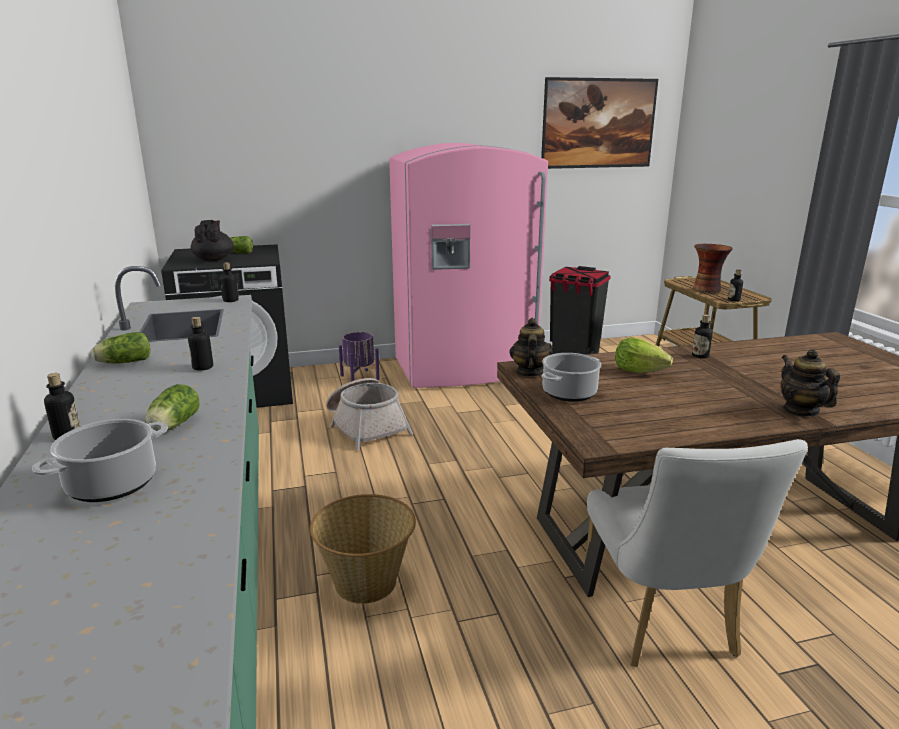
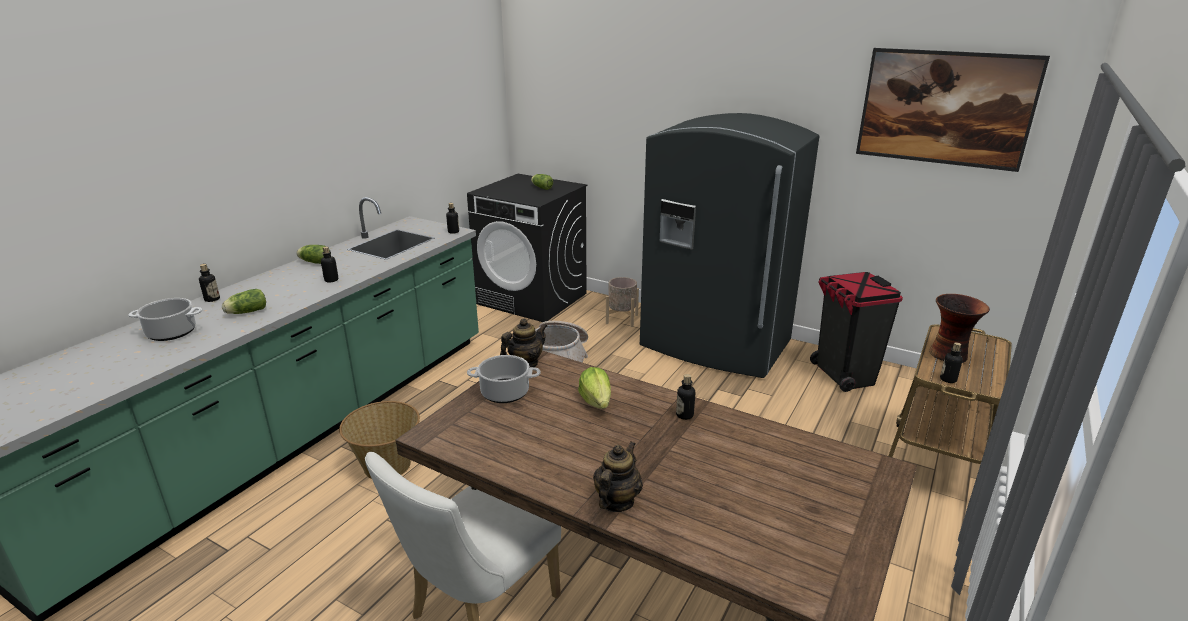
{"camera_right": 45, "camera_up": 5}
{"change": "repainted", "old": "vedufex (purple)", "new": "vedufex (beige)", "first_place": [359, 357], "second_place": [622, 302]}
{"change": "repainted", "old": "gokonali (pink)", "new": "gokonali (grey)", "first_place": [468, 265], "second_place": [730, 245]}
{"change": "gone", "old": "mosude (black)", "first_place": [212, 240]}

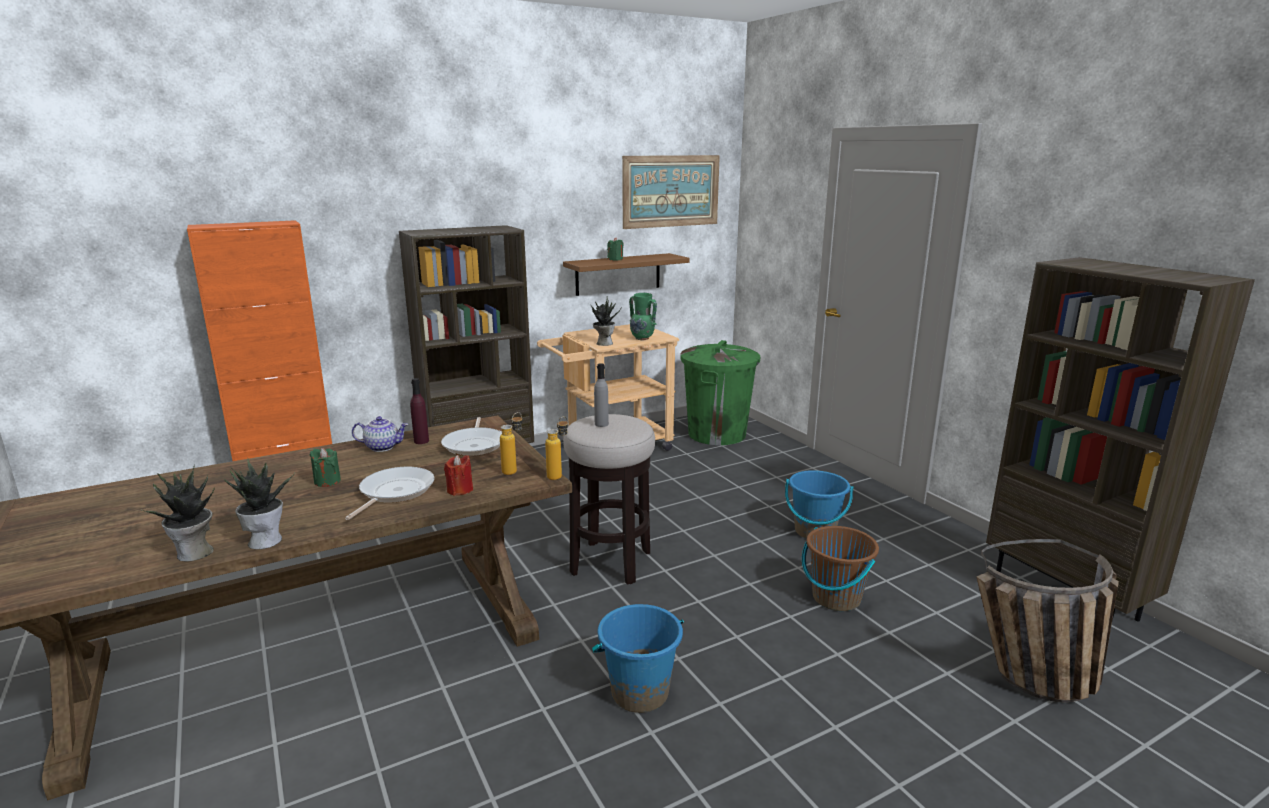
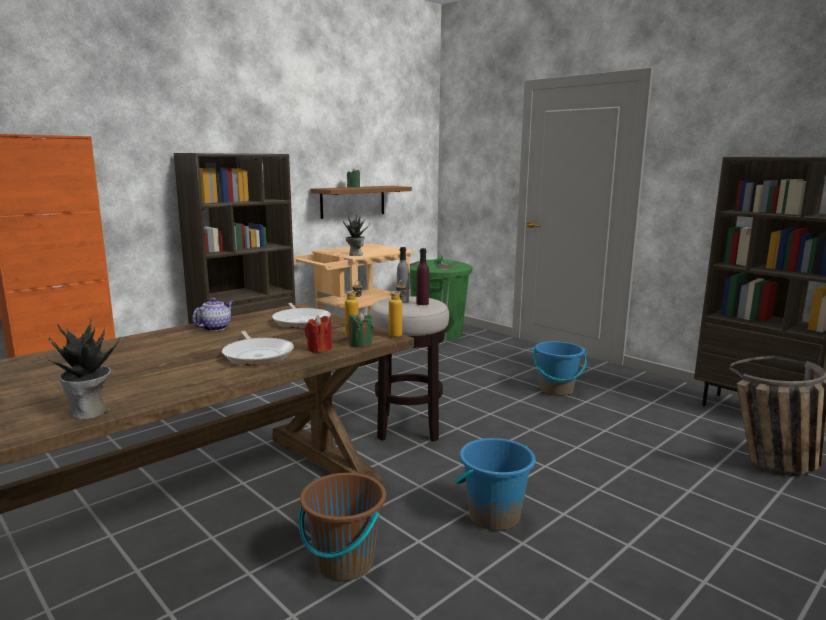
{"camera_right": -15, "camera_up": -5}
{"change": "rotated", "old": "mosude", "first_place": [380, 434], "second_place": [212, 314], "degrees": -45}
{"change": "rotated", "old": "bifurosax", "first_place": [389, 493], "second_place": [258, 348], "degrees": 150}
{"change": "shifted", "old": "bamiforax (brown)", "first_place": [840, 568], "second_place": [342, 527]}
{"change": "shifted", "old": "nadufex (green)", "first_place": [325, 467], "second_place": [361, 330]}
{"change": "shifted", "old": "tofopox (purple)", "first_place": [419, 411], "second_place": [422, 276]}
{"change": "gone", "old": "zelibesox", "first_place": [259, 503]}
{"change": "gone", "old": "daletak", "first_place": [671, 192]}
{"change": "gone", "old": "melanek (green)", "first_place": [643, 317]}

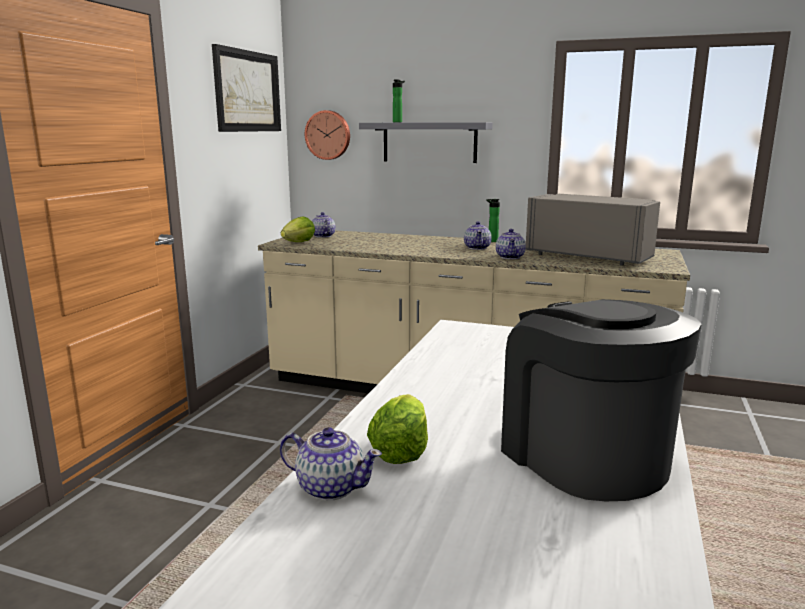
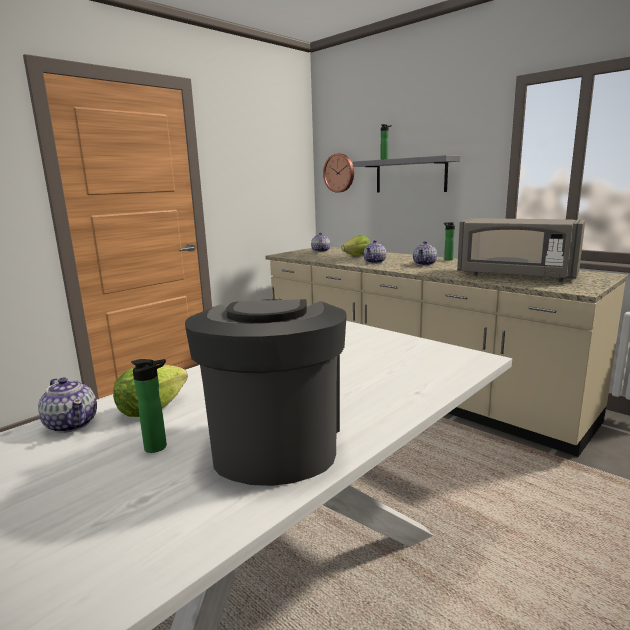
{"camera_right": 25, "camera_up": 0}
{"change": "new", "new": "tofopox", "second_place": [149, 406]}
{"change": "shifted", "old": "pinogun", "first_place": [298, 229], "second_place": [356, 245]}
{"change": "shifted", "old": "mosude", "first_place": [511, 244], "second_place": [375, 251]}
{"change": "rotated", "old": "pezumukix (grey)", "first_place": [592, 230], "second_place": [521, 249], "degrees": 150}
{"change": "gone", "old": "daletak", "first_place": [246, 88]}

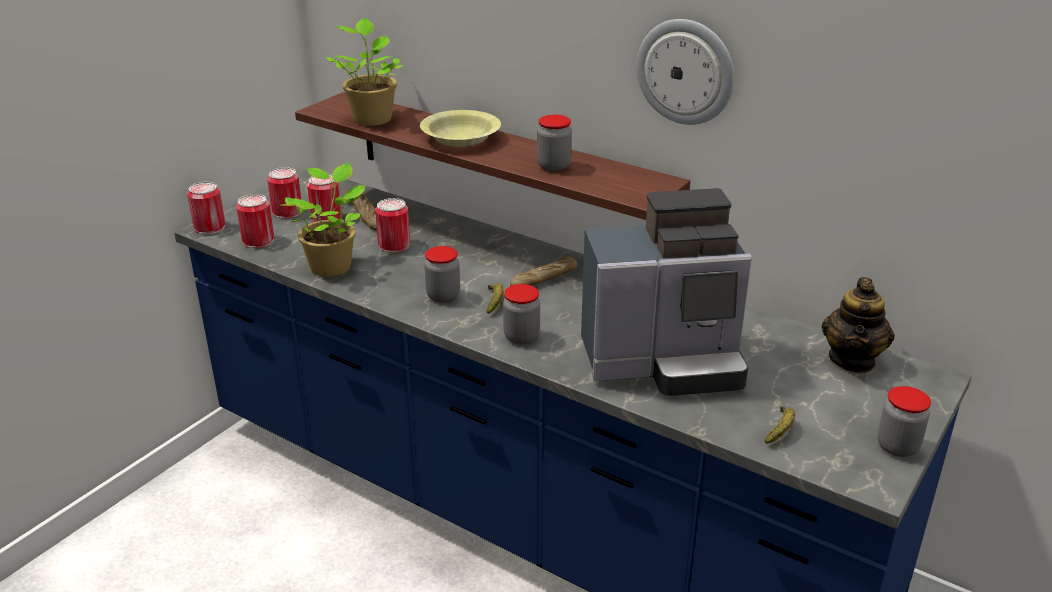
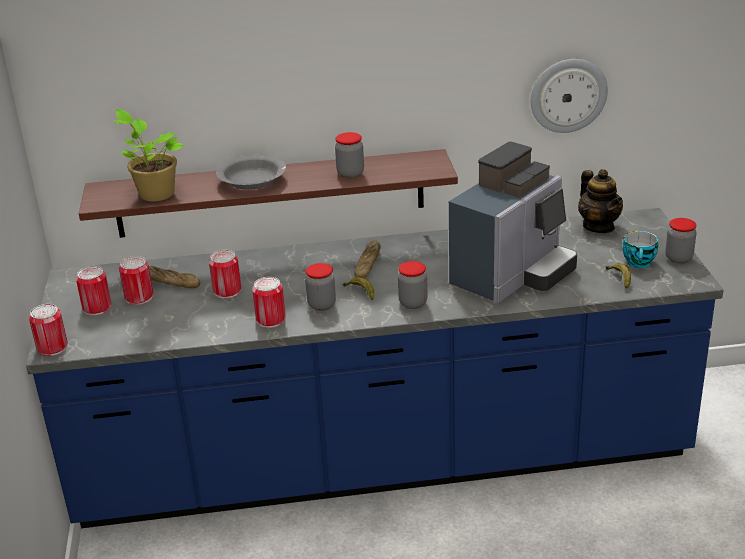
{"camera_right": -40, "camera_up": 0}
{"change": "repainted", "old": "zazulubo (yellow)", "new": "zazulubo (grey)", "first_place": [460, 128], "second_place": [251, 172]}
{"change": "shifted", "old": "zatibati", "first_place": [255, 221], "second_place": [269, 302]}
{"change": "shifted", "old": "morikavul", "first_place": [685, 72], "second_place": [569, 96]}
{"change": "new", "new": "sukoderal", "second_place": [640, 249]}
{"change": "gone", "old": "zelibesox", "first_place": [323, 220]}

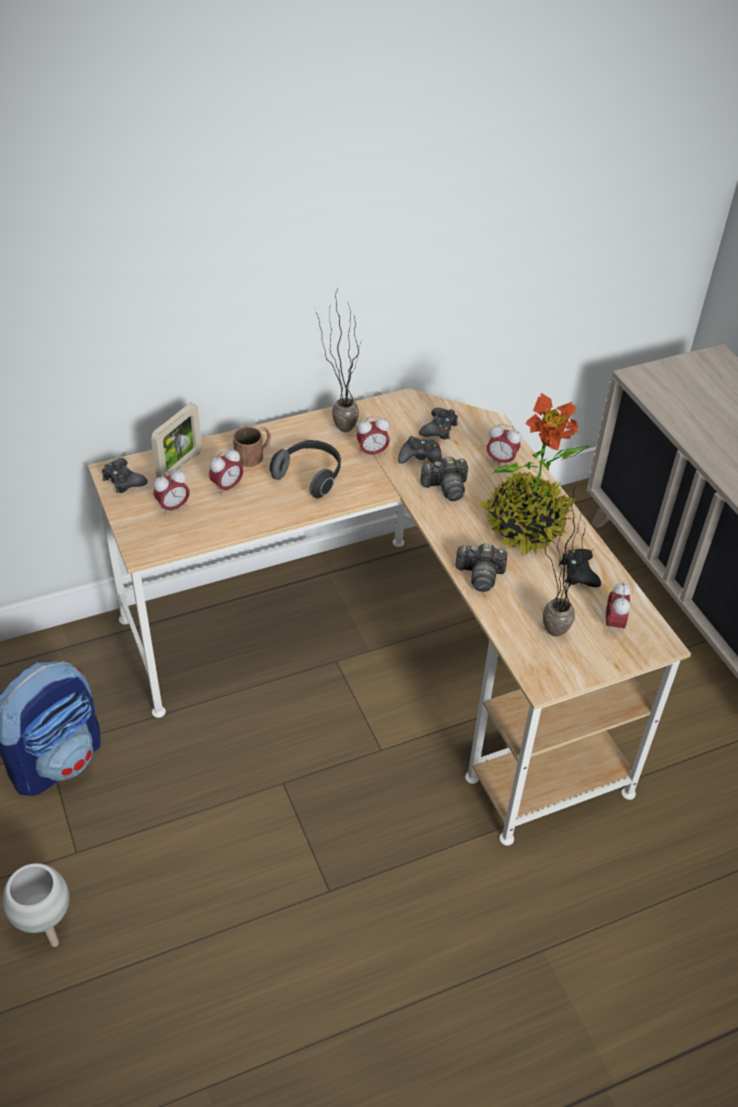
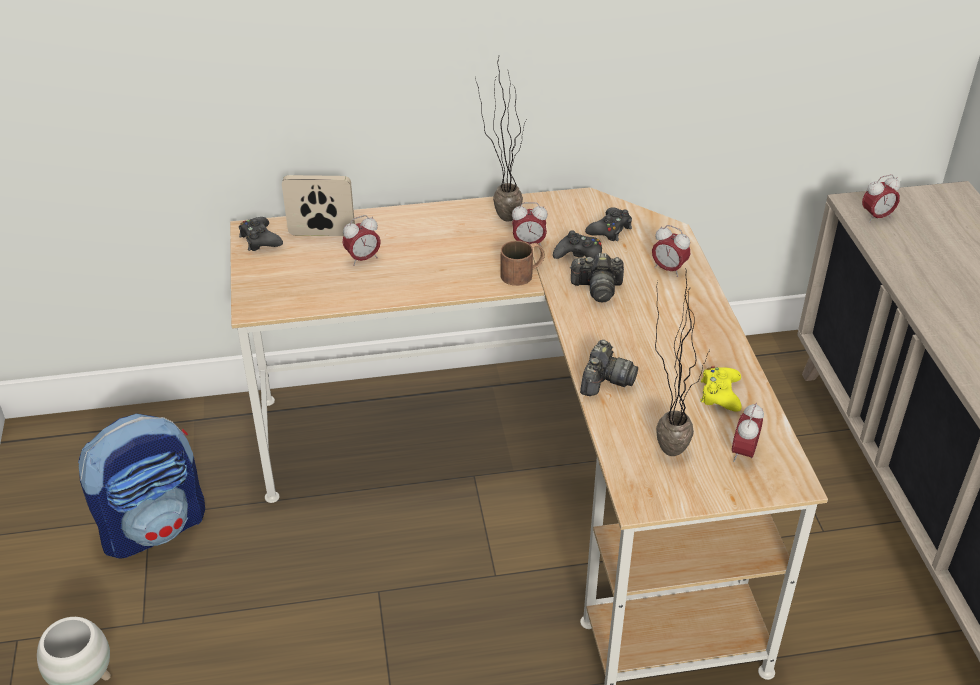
{"camera_right": 15, "camera_up": -5}
{"change": "rotated", "old": "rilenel", "first_place": [176, 440], "second_place": [318, 205], "degrees": -135}
{"change": "shifted", "old": "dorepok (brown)", "first_place": [252, 447], "second_place": [522, 263]}
{"change": "rotated", "old": "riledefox", "first_place": [481, 567], "second_place": [609, 368], "degrees": -90}
{"change": "repainted", "old": "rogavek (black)", "new": "rogavek (yellow)", "first_place": [580, 568], "second_place": [721, 389]}
{"change": "shifted", "old": "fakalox", "first_place": [171, 492], "second_place": [881, 198]}
{"change": "gone", "old": "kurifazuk", "first_place": [305, 469]}
{"change": "gone", "old": "zelibesox", "first_place": [534, 474]}

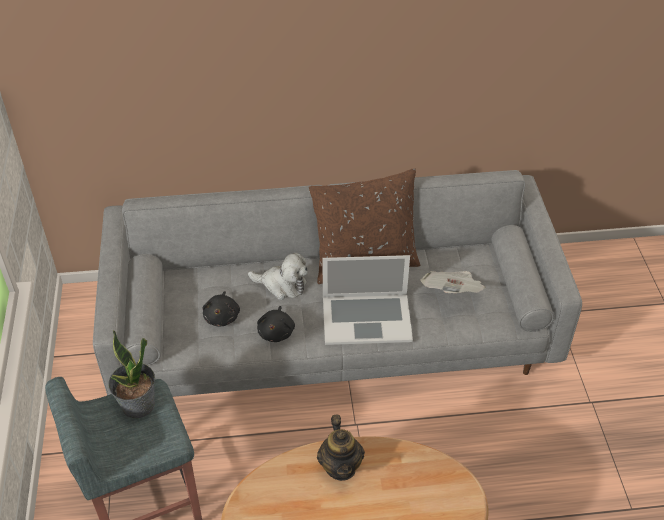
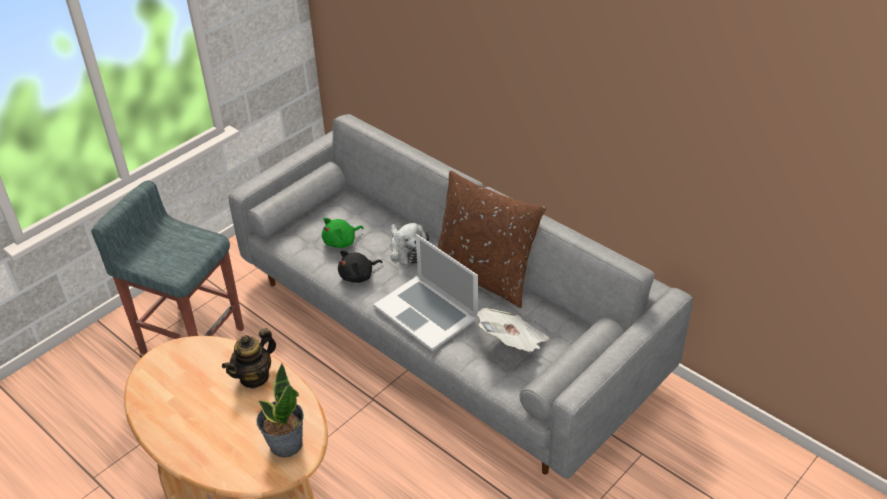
{"camera_right": 50, "camera_up": -5}
{"change": "shifted", "old": "zelibesox", "first_place": [131, 374], "second_place": [280, 409]}
{"change": "repainted", "old": "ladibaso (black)", "new": "ladibaso (green)", "first_place": [221, 308], "second_place": [342, 233]}

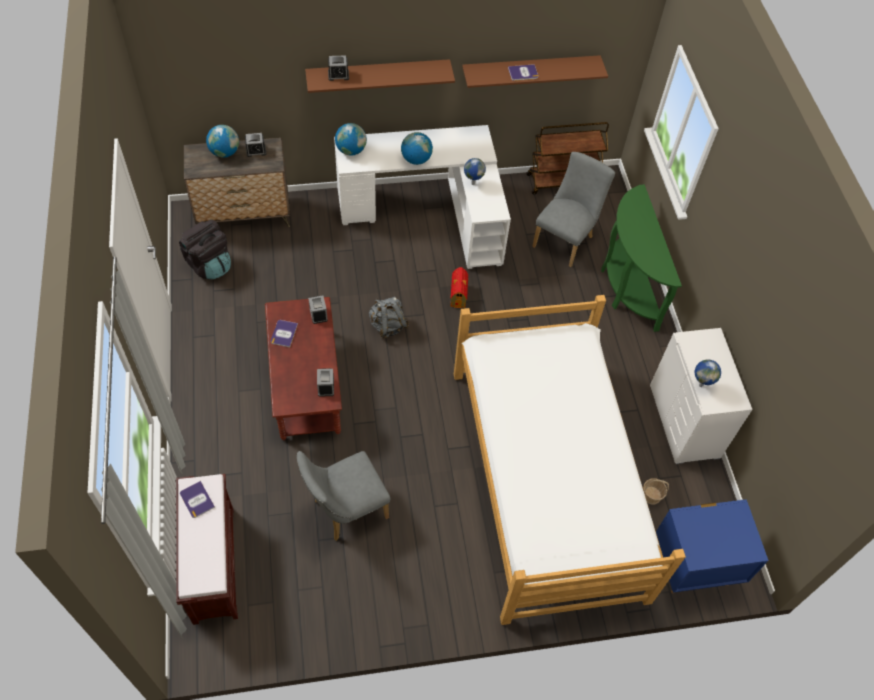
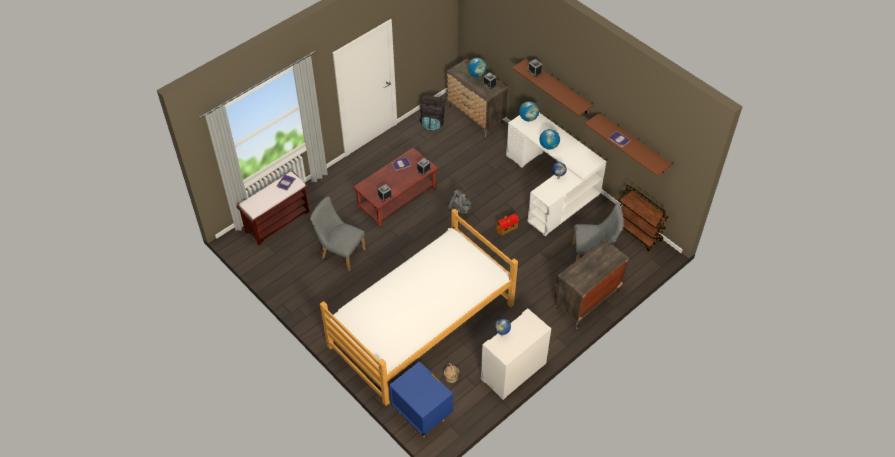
{"camera_right": 60, "camera_up": -5}
{"change": "swapped", "old": "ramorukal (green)", "new": "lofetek", "first_place": [641, 258], "second_place": [591, 283]}

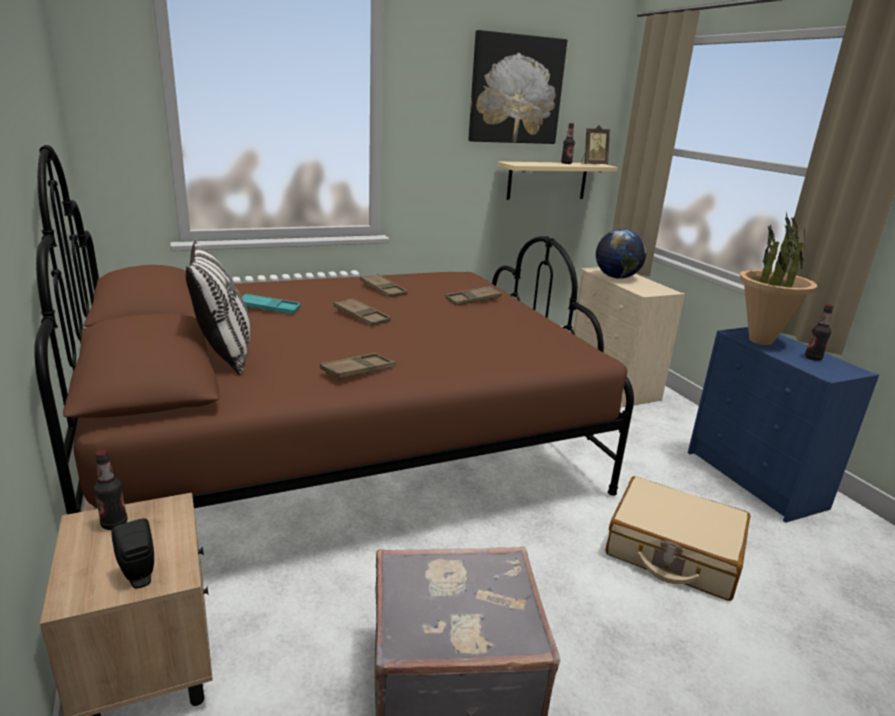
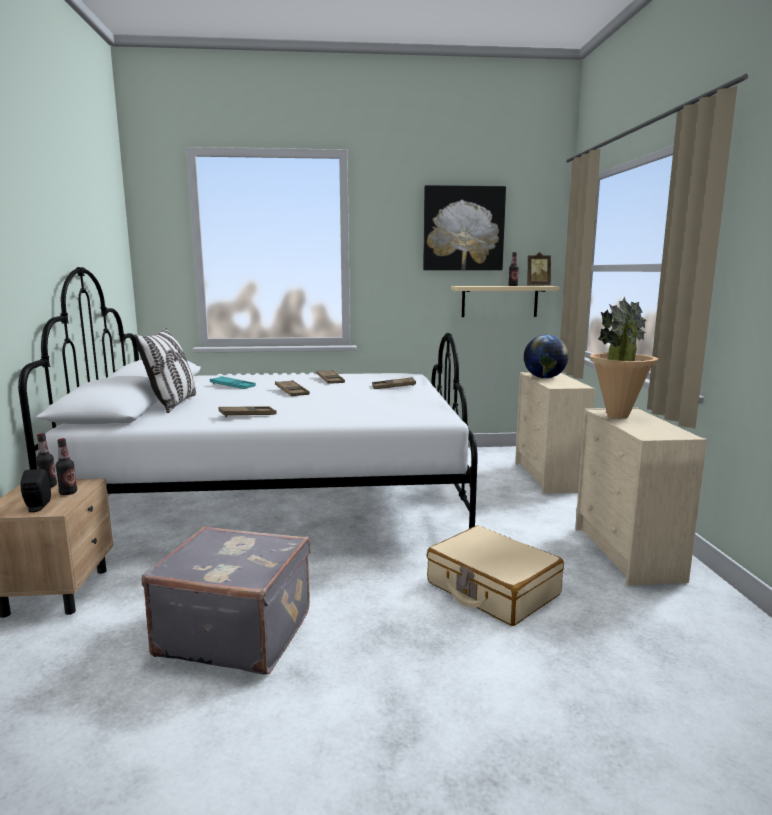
{"camera_right": 20, "camera_up": -10}
{"change": "repainted", "old": "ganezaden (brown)", "new": "ganezaden (white)", "first_place": [334, 329], "second_place": [248, 398]}
{"change": "shifted", "old": "tofopox", "first_place": [819, 332], "second_place": [66, 466]}
{"change": "repainted", "old": "lofetek (blue)", "new": "lofetek (beige)", "first_place": [783, 425], "second_place": [641, 496]}

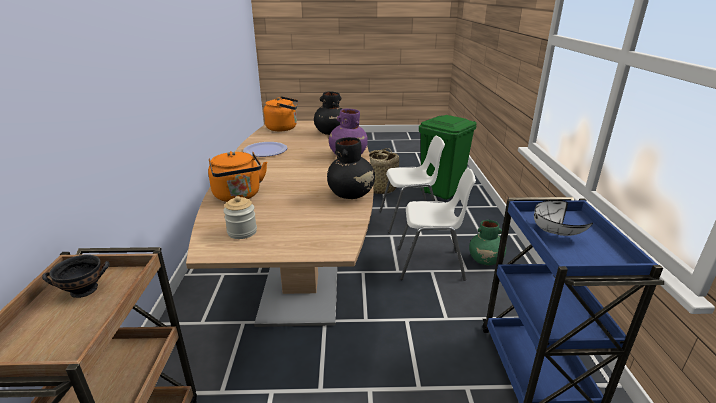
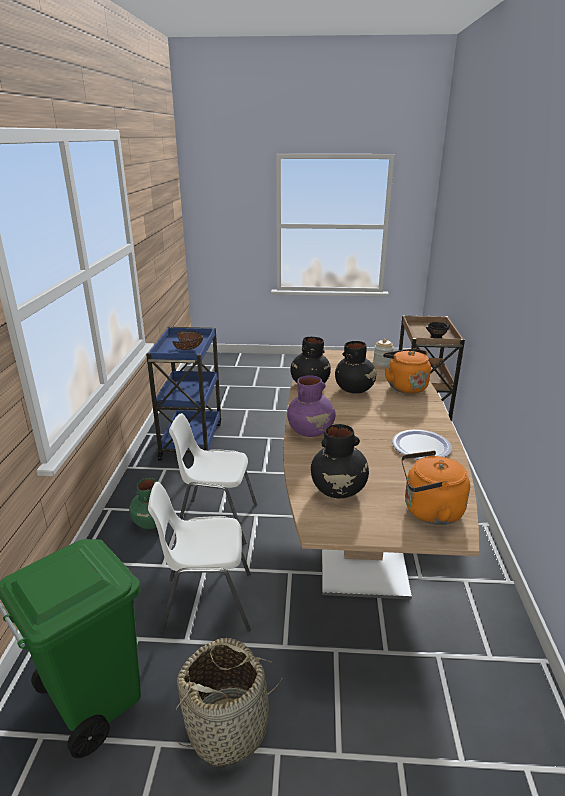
{"camera_right": -175, "camera_up": 0}
{"change": "repainted", "old": "zazulubo (white)", "new": "zazulubo (brown)", "first_place": [563, 218], "second_place": [188, 340]}
{"change": "new", "new": "melanek (black)", "second_place": [355, 367]}

